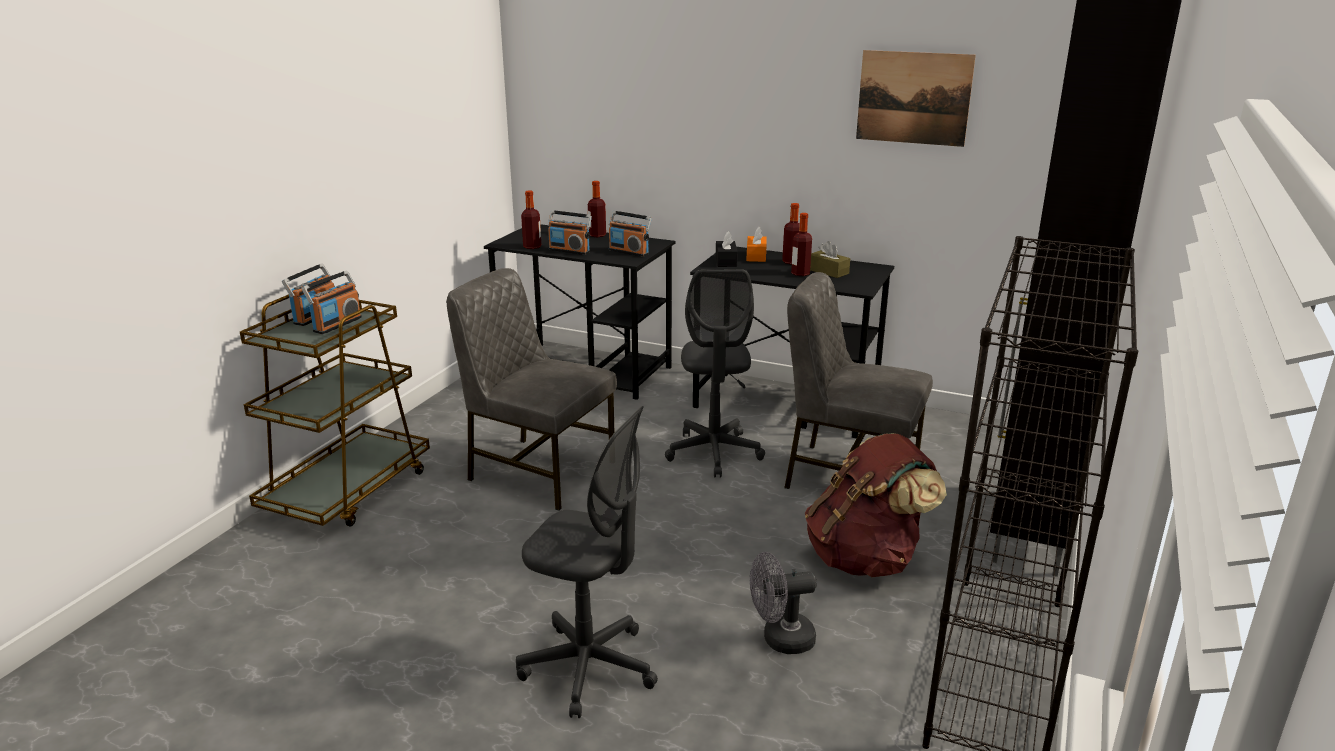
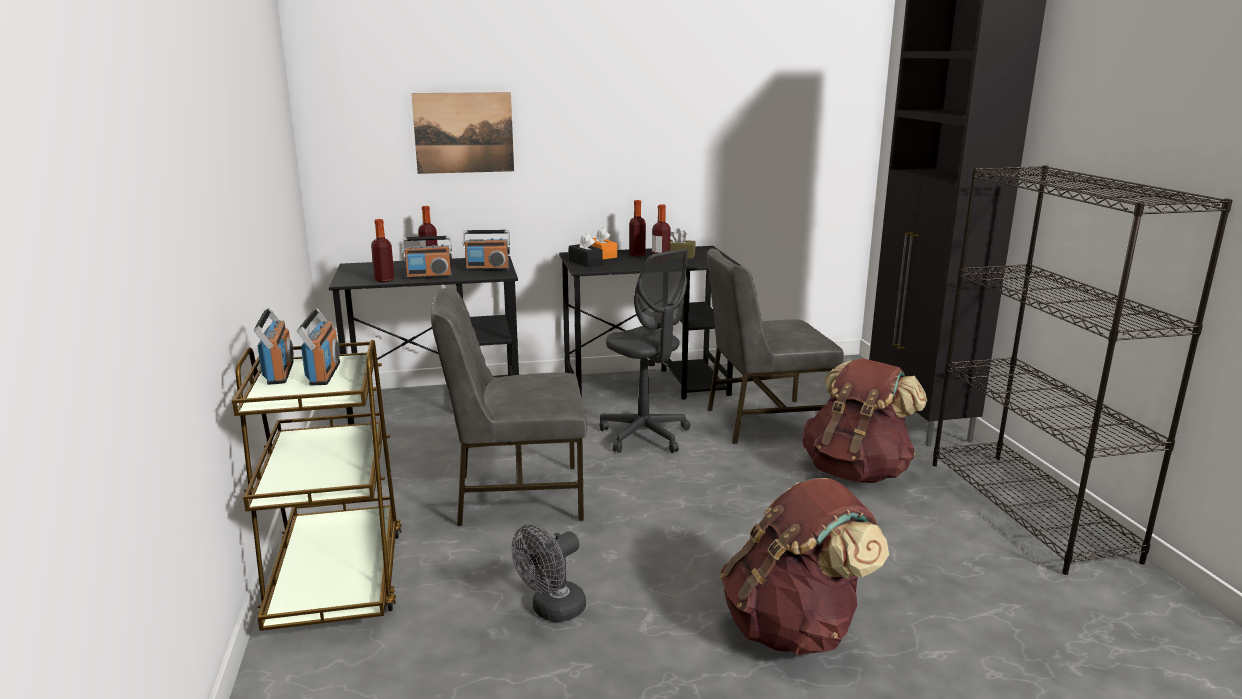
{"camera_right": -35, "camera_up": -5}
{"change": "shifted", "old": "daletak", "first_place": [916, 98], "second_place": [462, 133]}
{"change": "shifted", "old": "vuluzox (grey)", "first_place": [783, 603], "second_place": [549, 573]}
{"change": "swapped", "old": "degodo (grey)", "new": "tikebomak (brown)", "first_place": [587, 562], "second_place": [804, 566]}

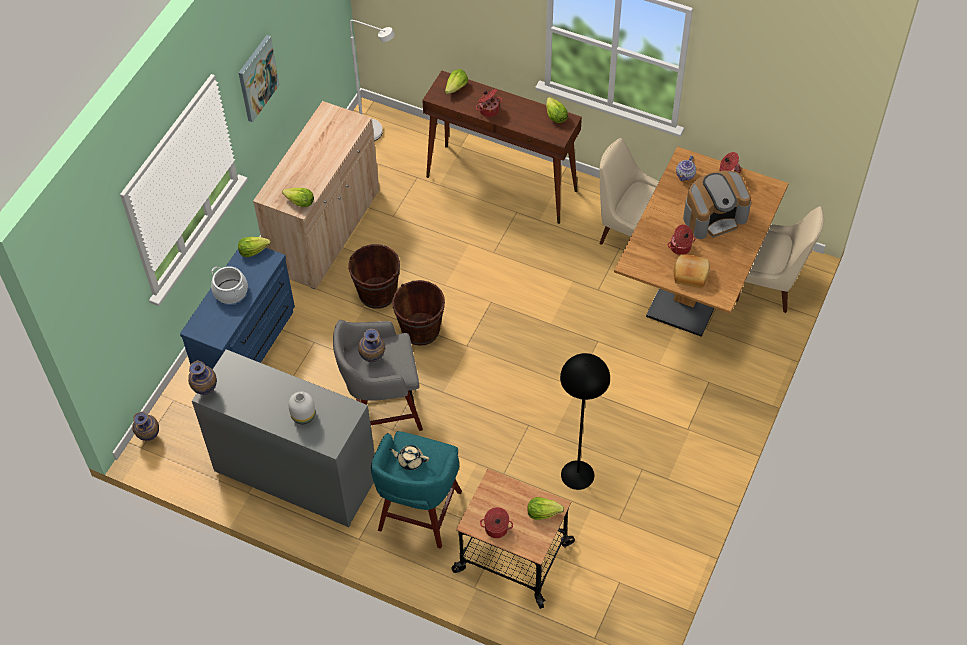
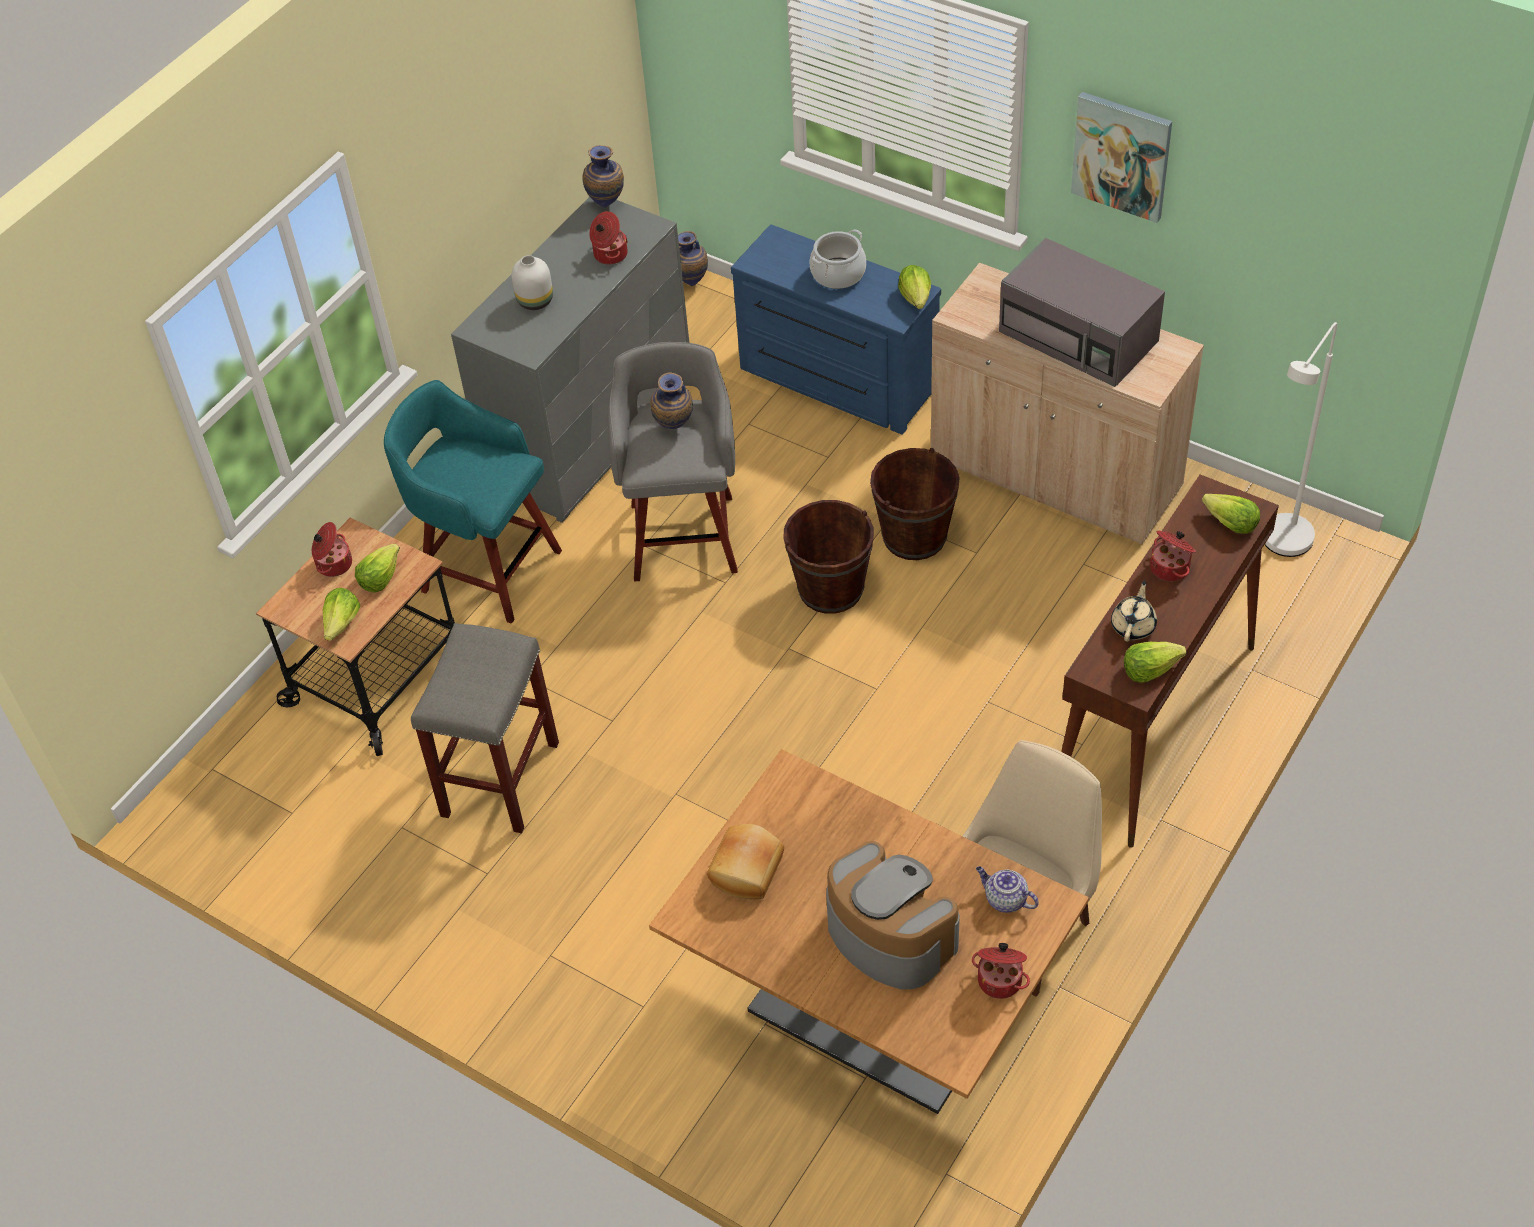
{"camera_right": 100, "camera_up": -5}
{"change": "shifted", "old": "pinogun", "first_place": [298, 197], "second_place": [377, 568]}
{"change": "swapped", "old": "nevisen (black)", "new": "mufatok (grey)", "first_place": [585, 421], "second_place": [485, 728]}
{"change": "shifted", "old": "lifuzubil", "first_place": [682, 240], "second_place": [608, 238]}
{"change": "rotated", "old": "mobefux", "first_place": [717, 205], "second_place": [893, 915], "degrees": 150}
{"change": "new", "new": "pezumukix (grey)", "second_place": [1082, 312]}
{"change": "shifted", "old": "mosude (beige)", "first_place": [409, 457], "second_place": [1134, 611]}
{"change": "gone", "old": "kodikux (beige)", "first_place": [780, 259]}

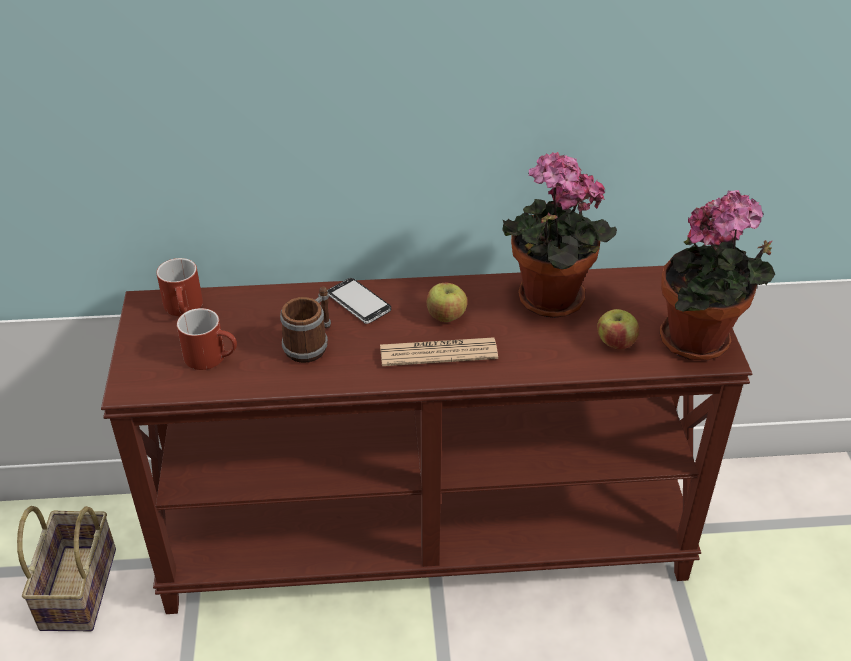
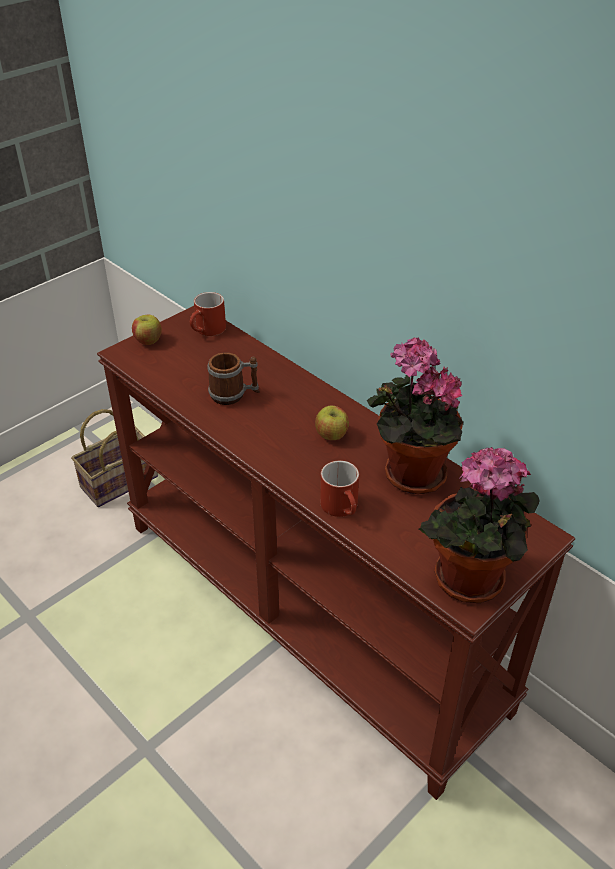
{"camera_right": 50, "camera_up": 0}
{"change": "shifted", "old": "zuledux", "first_place": [618, 329], "second_place": [147, 330]}
{"change": "shifted", "old": "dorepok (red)", "first_place": [207, 339], "second_place": [339, 489]}
{"change": "gone", "old": "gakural", "first_place": [359, 301]}
{"change": "gone", "old": "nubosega", "first_place": [439, 352]}

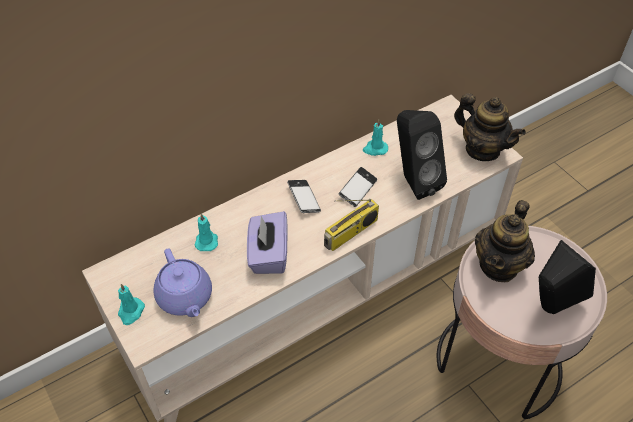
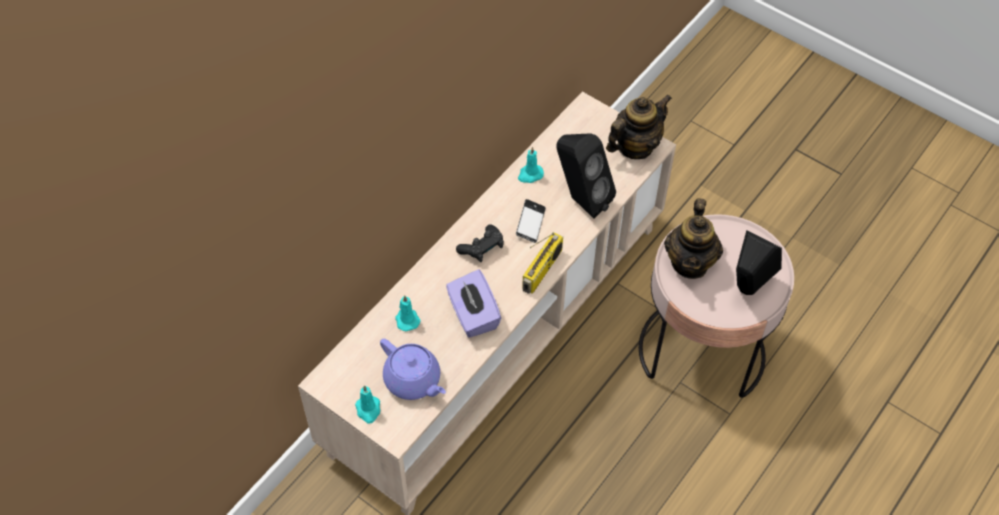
{"camera_right": -20, "camera_up": 5}
{"change": "swapped", "old": "gakural", "new": "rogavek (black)", "first_place": [304, 196], "second_place": [480, 243]}
{"change": "rotated", "old": "mosude", "first_place": [490, 127], "second_place": [639, 126], "degrees": -60}

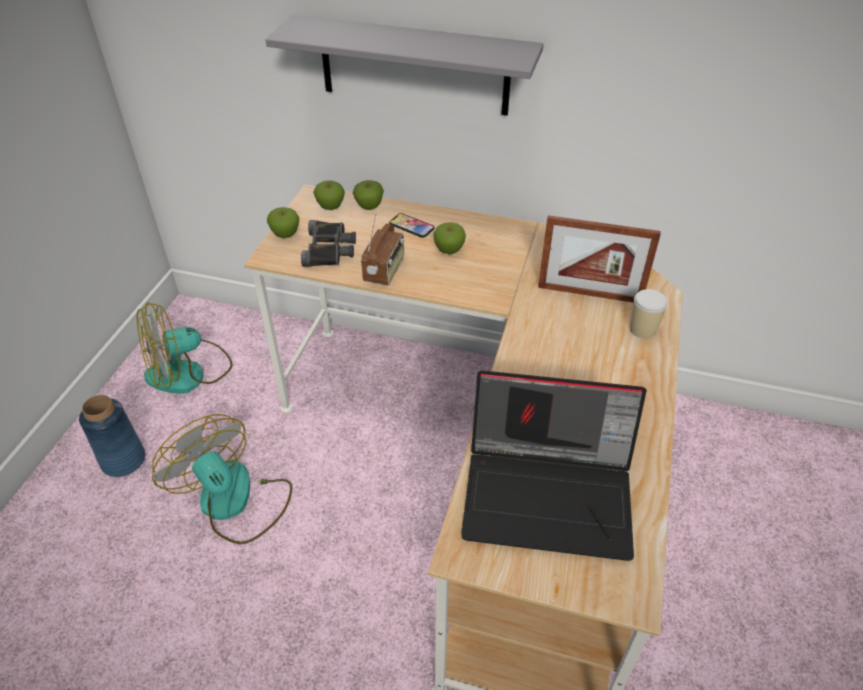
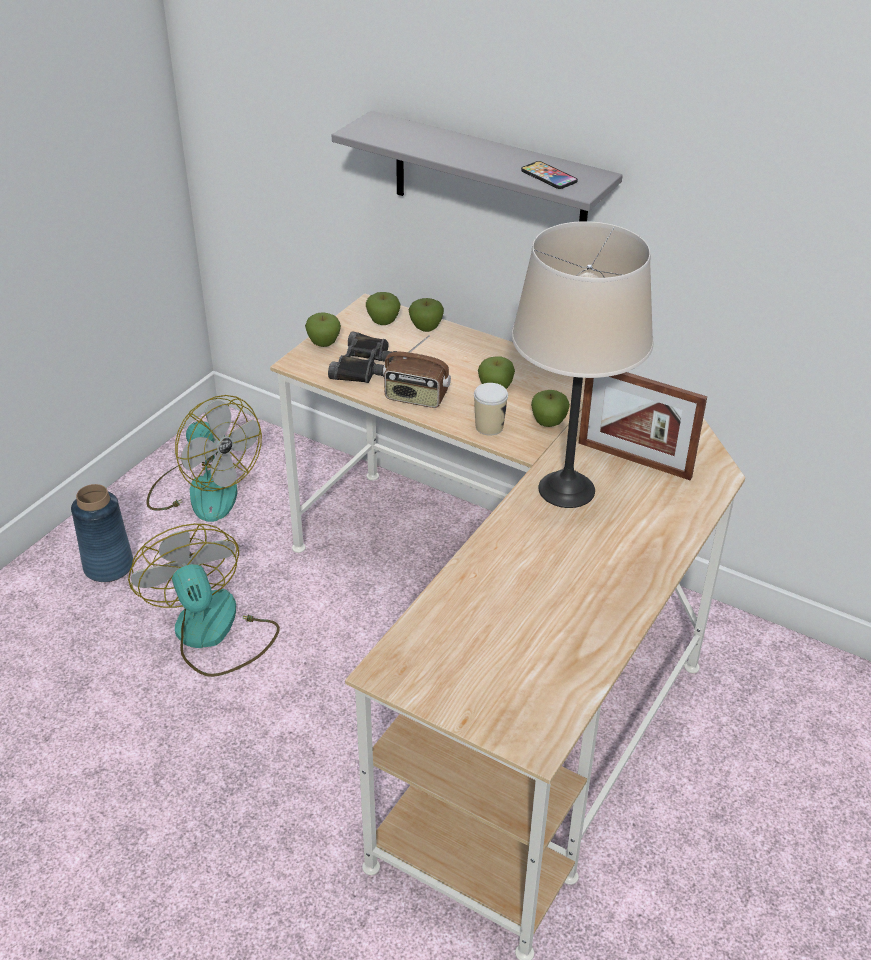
{"camera_right": 15, "camera_up": -5}
{"change": "rotated", "old": "vuluzox", "first_place": [185, 348], "second_place": [204, 458], "degrees": -120}
{"change": "rotated", "old": "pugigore", "first_place": [382, 249], "second_place": [417, 371], "degrees": 75}
{"change": "shifted", "old": "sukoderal", "first_place": [649, 314], "second_place": [491, 409]}
{"change": "new", "new": "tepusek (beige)", "second_place": [582, 364]}
{"change": "shifted", "old": "gakural", "first_place": [411, 225], "second_place": [549, 175]}
{"change": "new", "new": "zuledux", "second_place": [550, 408]}
{"change": "gone", "old": "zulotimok", "first_place": [554, 465]}

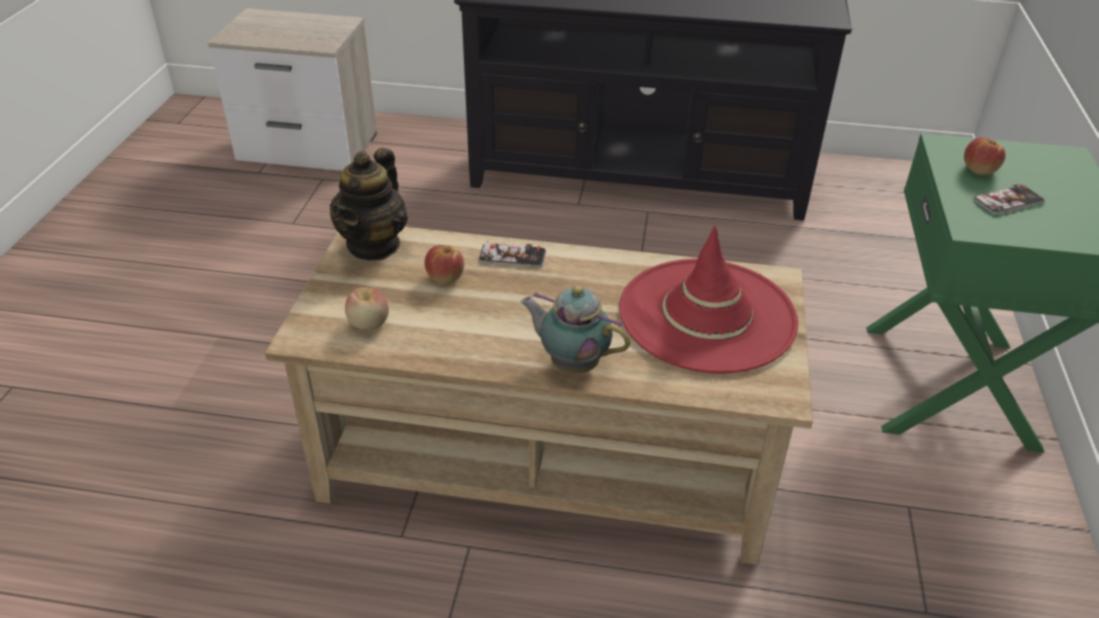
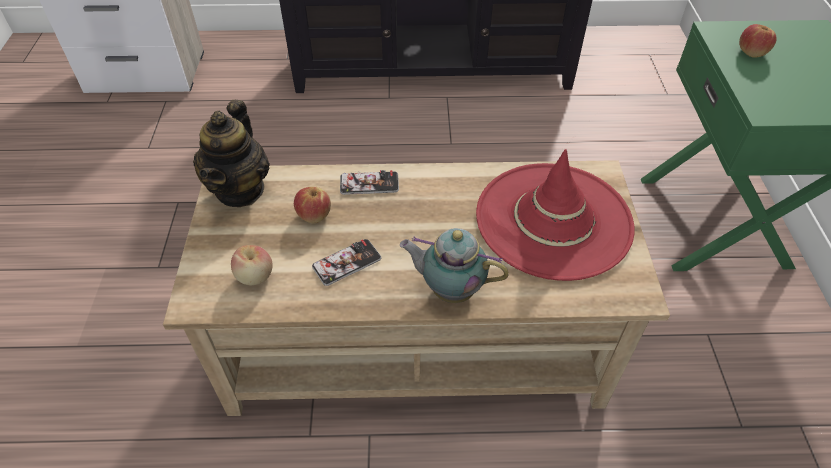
{"camera_right": -10, "camera_up": 10}
{"change": "shifted", "old": "gakural", "first_place": [1009, 199], "second_place": [346, 262]}

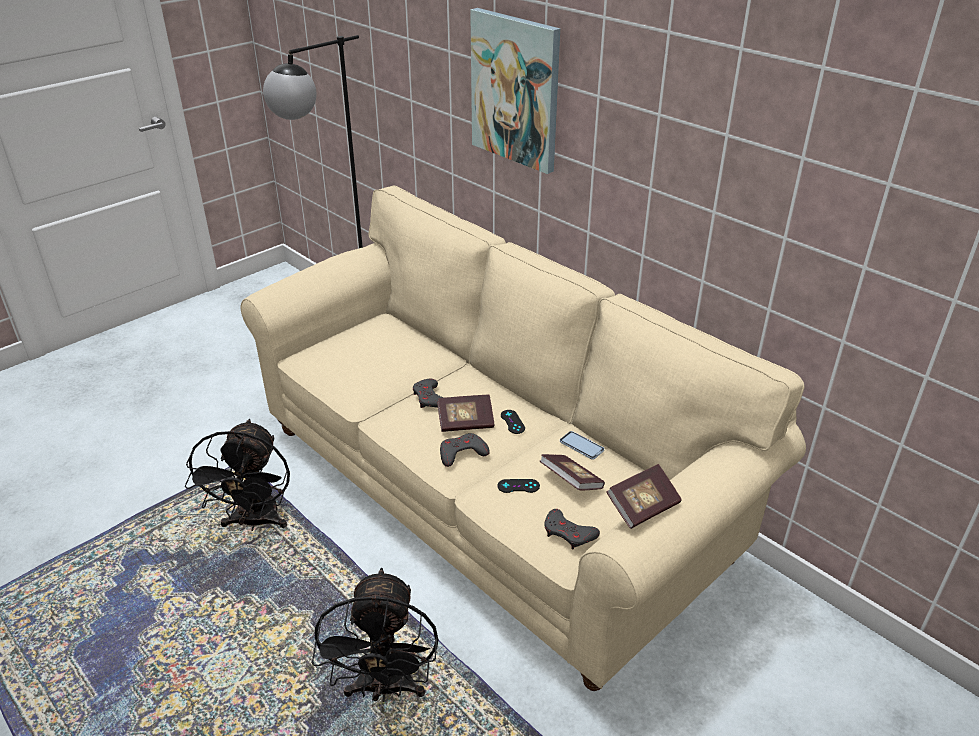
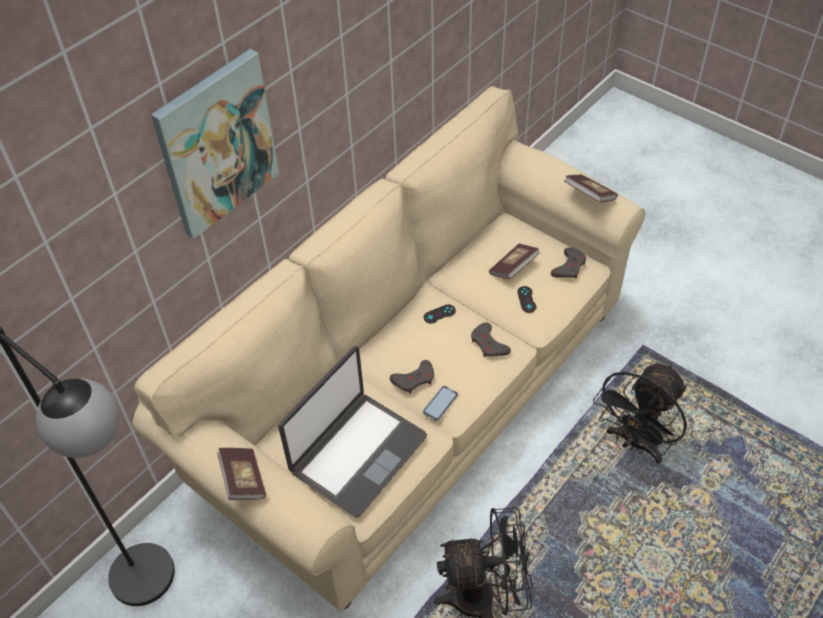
{"camera_right": -95, "camera_up": 15}
{"change": "shifted", "old": "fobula", "first_place": [466, 413], "second_place": [241, 474]}
{"change": "new", "new": "zulotimok", "second_place": [352, 432]}
{"change": "shifted", "old": "gakural", "first_place": [582, 445], "second_place": [440, 403]}
{"change": "rotated", "old": "vuluzox (black)", "first_place": [375, 635], "second_place": [640, 414], "degrees": 135}

